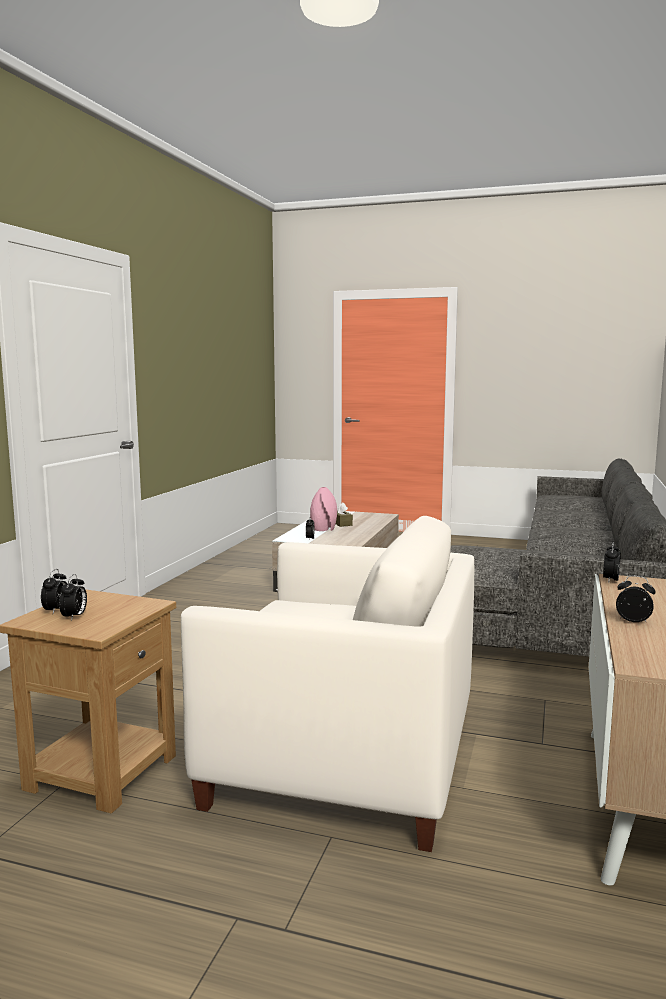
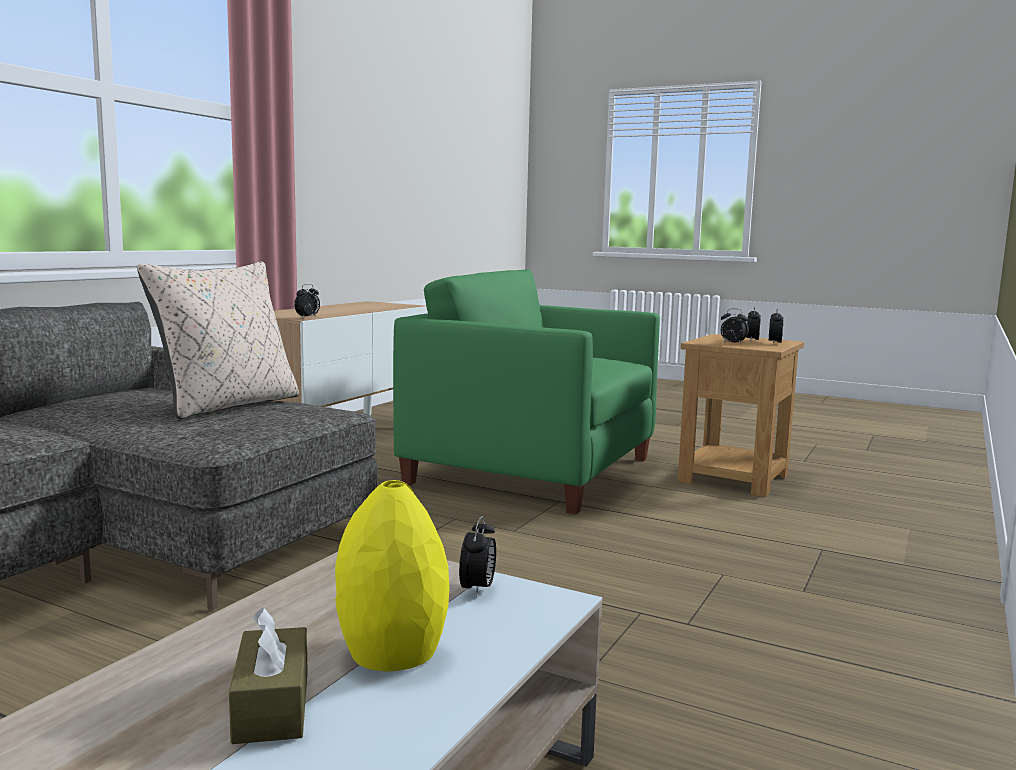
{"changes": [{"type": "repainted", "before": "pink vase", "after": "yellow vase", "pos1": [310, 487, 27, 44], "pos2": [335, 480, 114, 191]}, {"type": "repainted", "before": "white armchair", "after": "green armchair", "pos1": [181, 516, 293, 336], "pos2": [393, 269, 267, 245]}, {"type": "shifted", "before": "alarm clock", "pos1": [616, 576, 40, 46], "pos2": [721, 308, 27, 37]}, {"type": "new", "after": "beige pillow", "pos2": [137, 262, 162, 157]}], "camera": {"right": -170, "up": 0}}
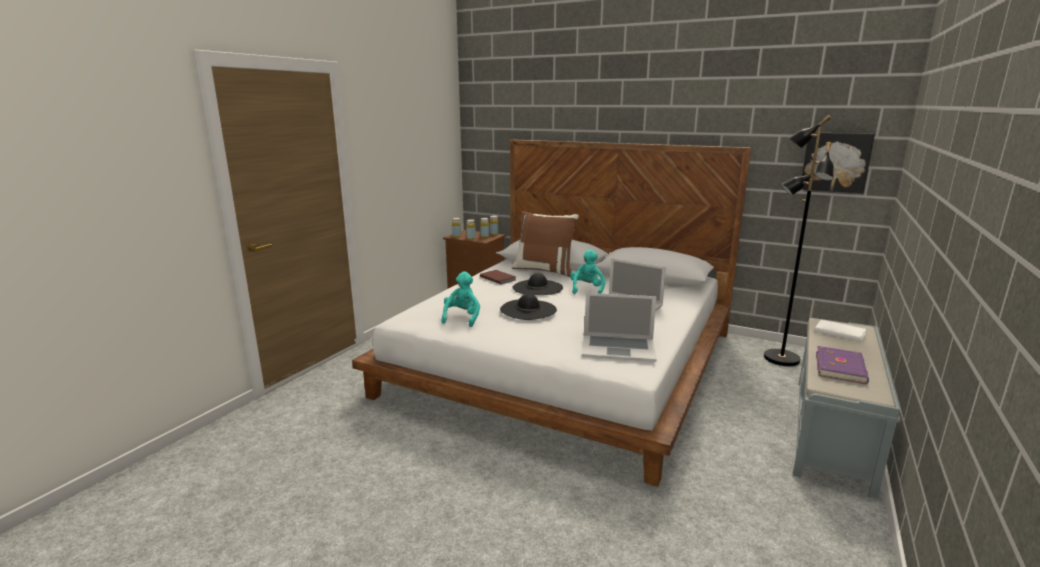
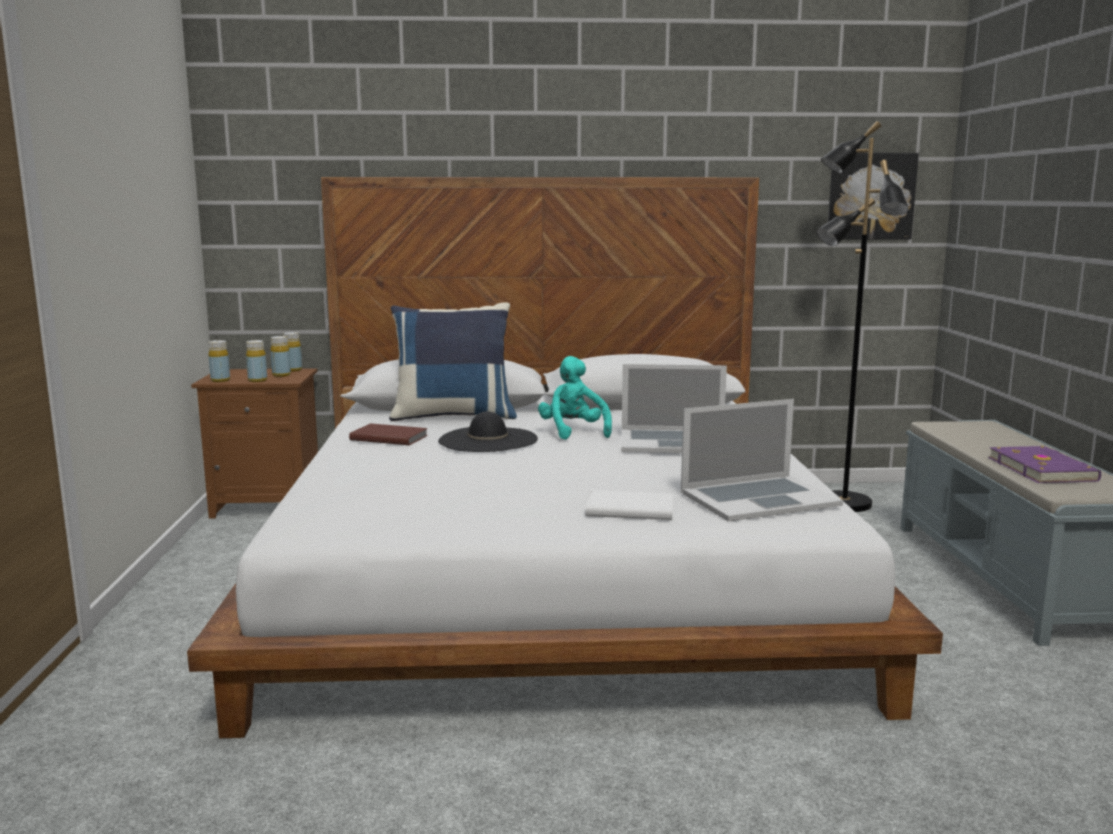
{"changes": [{"type": "repainted", "before": "brown pillow", "after": "blue pillow", "pos1": [512, 211, 67, 66], "pos2": [389, 302, 128, 119]}, {"type": "gone", "before": "turquoise plush toy", "pos1": [441, 271, 39, 56]}, {"type": "gone", "before": "black hat", "pos1": [500, 294, 57, 26]}, {"type": "shifted", "before": "white book", "pos1": [815, 320, 51, 22], "pos2": [586, 490, 88, 30]}], "camera": {"right": -30, "up": -5}}
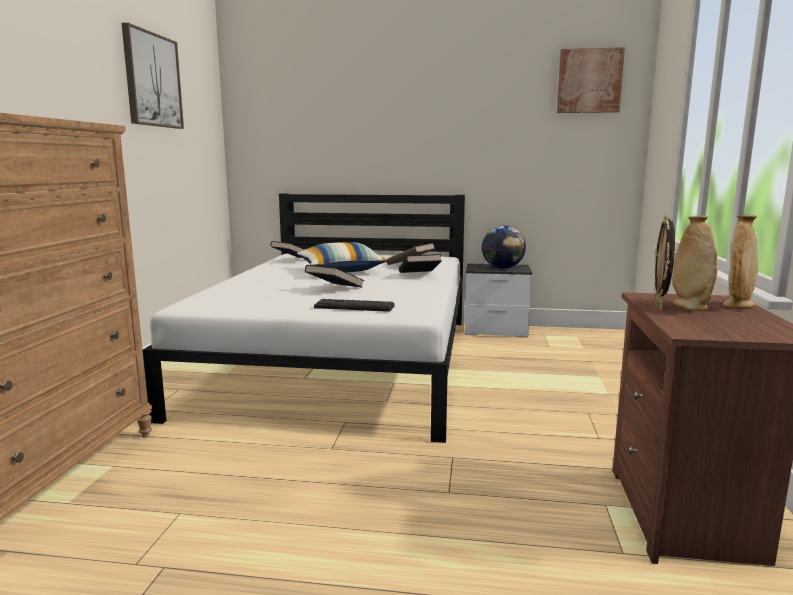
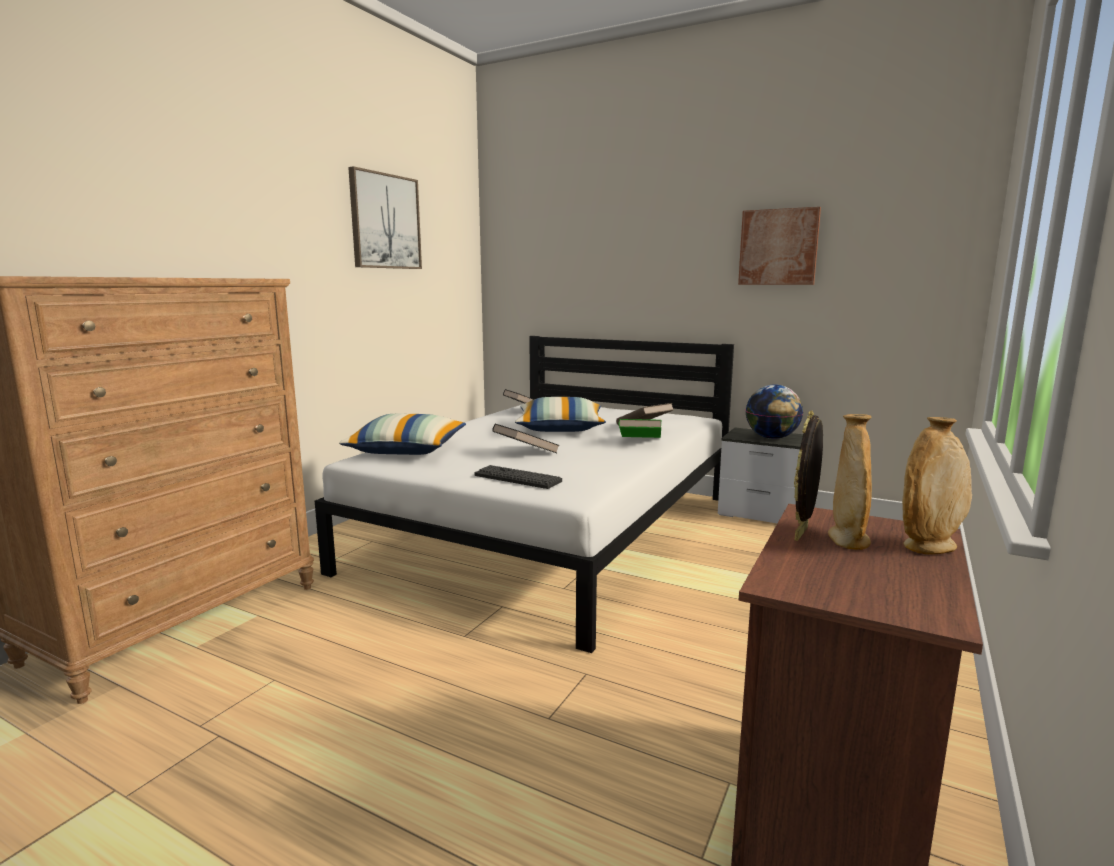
{"changes": [{"type": "shifted", "before": "picture", "pos1": [557, 47, 68, 66], "pos2": [738, 207, 83, 78]}, {"type": "repainted", "before": "black book", "after": "green book", "pos1": [399, 254, 43, 19], "pos2": [619, 419, 42, 19]}, {"type": "new", "after": "pillow", "pos2": [339, 414, 127, 41]}], "camera": {"right": 20, "up": 0}}
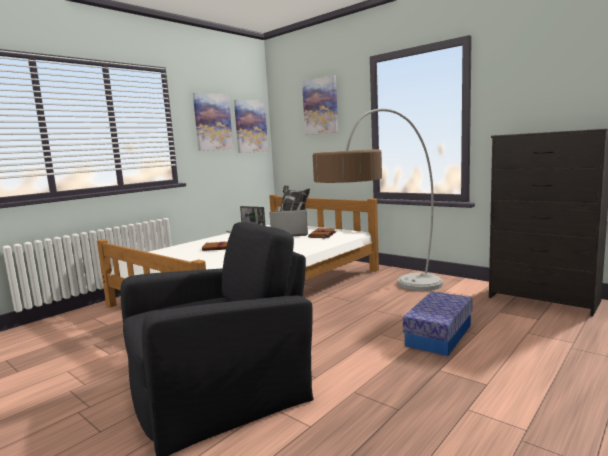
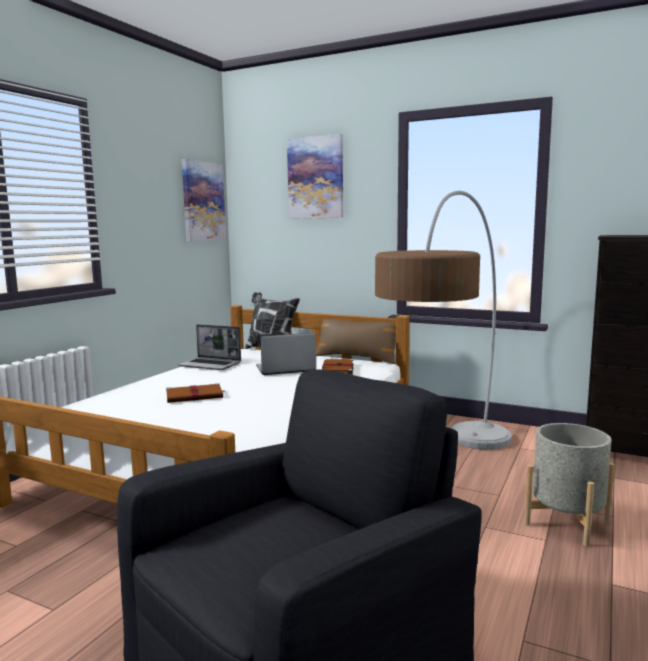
{"changes": [{"type": "gone", "before": "picture", "pos1": [193, 93, 40, 58]}, {"type": "swapped", "before": "storage box", "after": "grey planter", "pos1": [403, 291, 70, 65], "pos2": [524, 423, 90, 123]}, {"type": "new", "after": "brown pillow", "pos2": [316, 319, 80, 45]}], "camera": {"right": -15, "up": 0}}
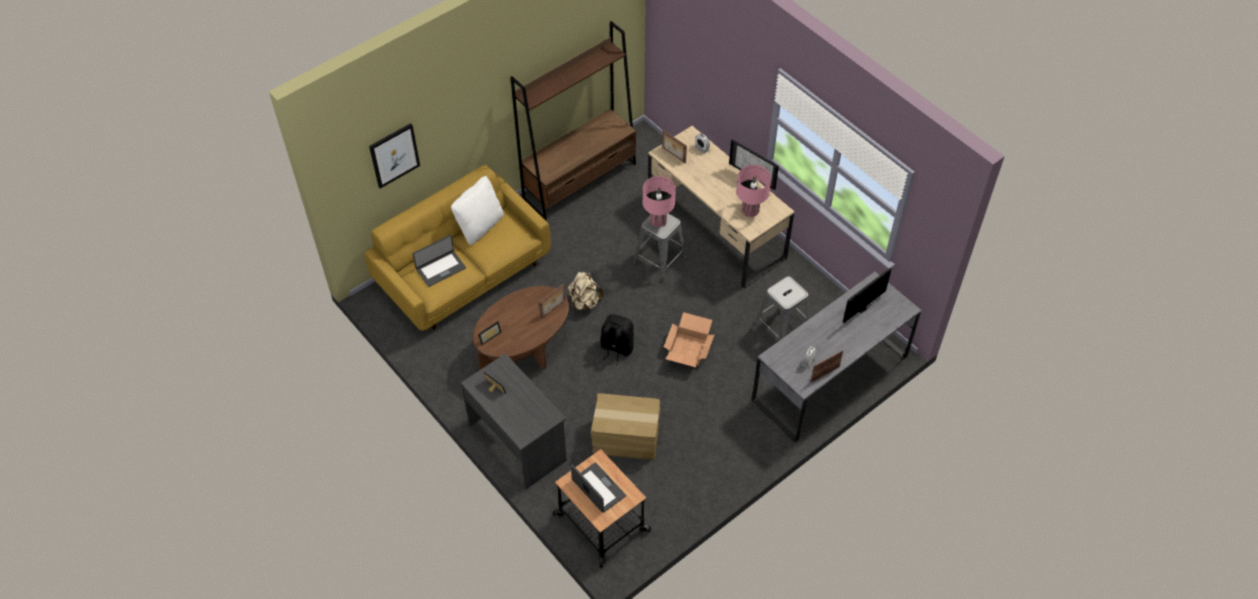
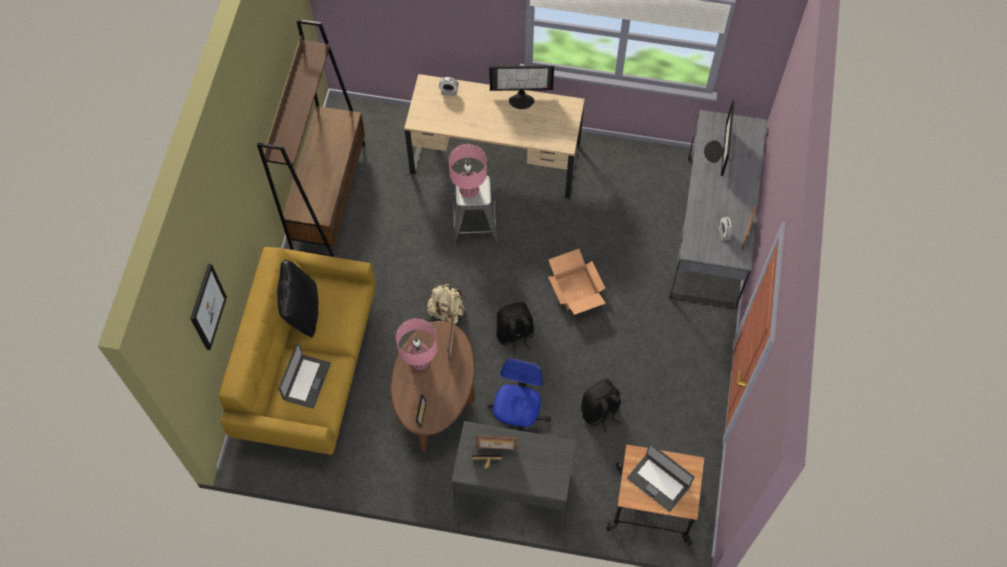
{"changes": [{"type": "shifted", "before": "picture frame", "pos1": [662, 130, 25, 34], "pos2": [475, 435, 43, 15]}, {"type": "shifted", "before": "pink table lamp", "pos1": [736, 165, 35, 52], "pos2": [396, 318, 41, 52]}, {"type": "repainted", "before": "white pillow", "after": "black pillow", "pos1": [451, 176, 53, 69], "pos2": [277, 260, 42, 78]}, {"type": "gone", "before": "grey stool", "pos1": [753, 276, 56, 65]}, {"type": "swapped", "before": "cardboard box", "after": "black backpack", "pos1": [591, 393, 69, 66], "pos2": [581, 379, 40, 54]}, {"type": "rotated", "before": "laptop", "pos1": [571, 462, 55, 51], "pos2": [627, 443, 67, 69], "turn": -150}, {"type": "new", "after": "office chair", "pos2": [487, 358, 64, 73]}], "camera": {"right": -40, "up": 10}}
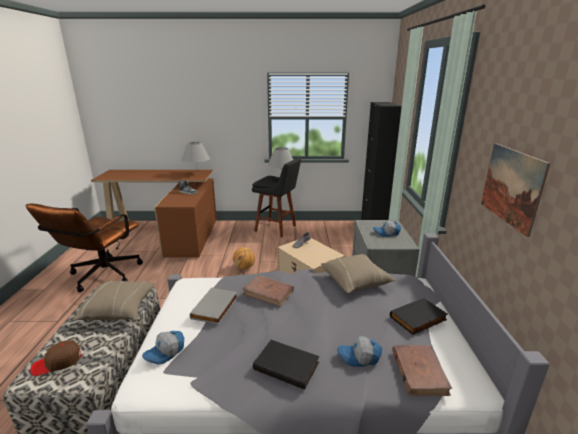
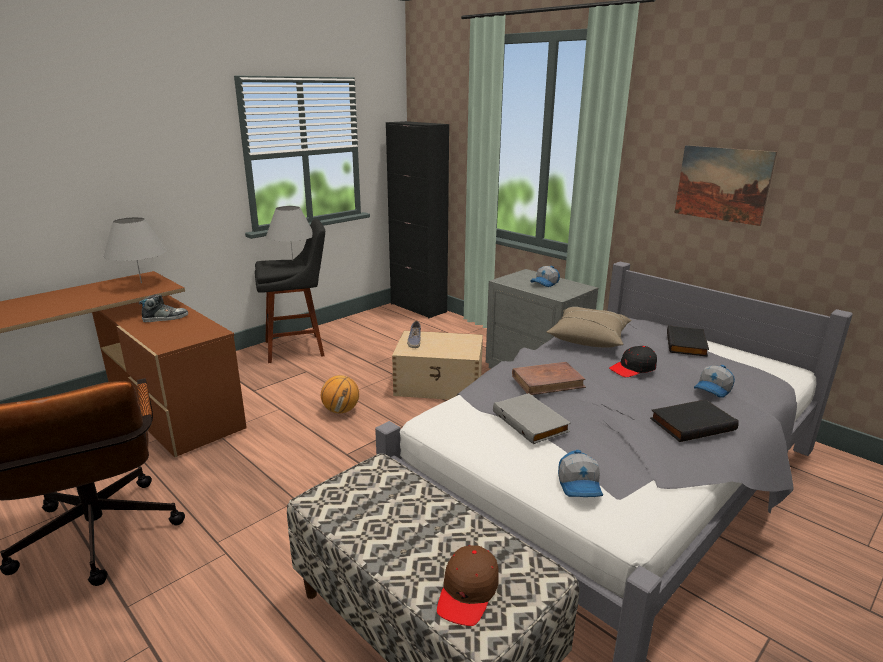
{"changes": [{"type": "gone", "before": "beige pillow", "pos1": [73, 281, 83, 39]}, {"type": "gone", "before": "brown book", "pos1": [392, 345, 60, 51]}, {"type": "new", "after": "black cap", "pos2": [609, 346, 48, 31]}], "camera": {"right": -45, "up": 0}}
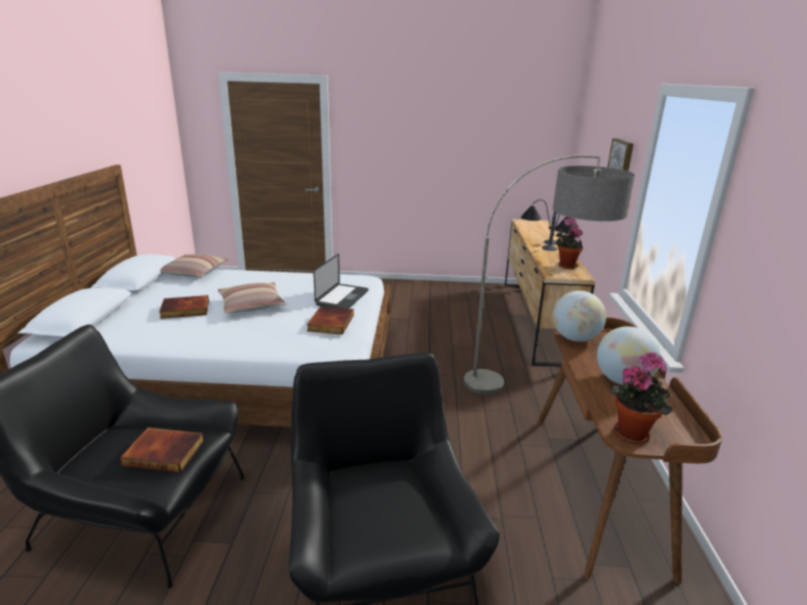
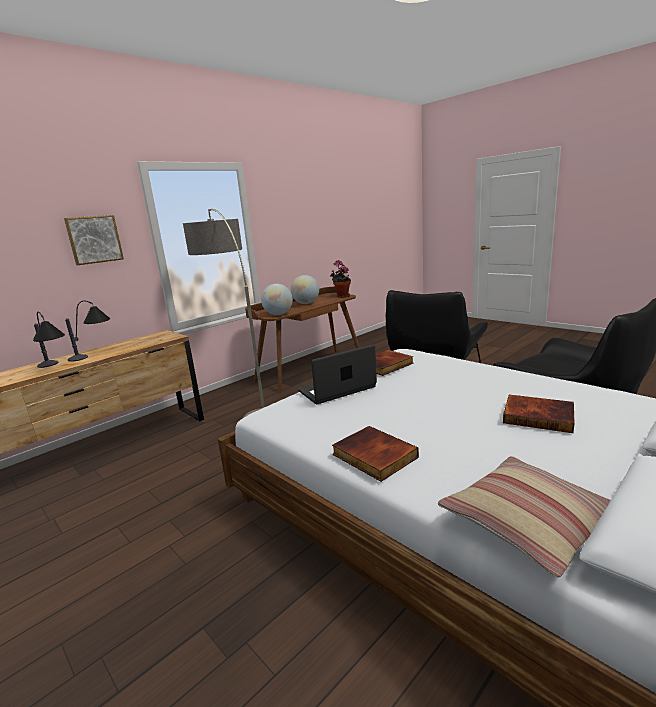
{"changes": [{"type": "gone", "before": "potted plant", "pos1": [555, 218, 28, 51]}, {"type": "gone", "before": "pillow", "pos1": [218, 282, 68, 31]}, {"type": "shifted", "before": "book", "pos1": [120, 427, 84, 45], "pos2": [332, 426, 87, 56]}], "camera": {"right": -135, "up": -5}}
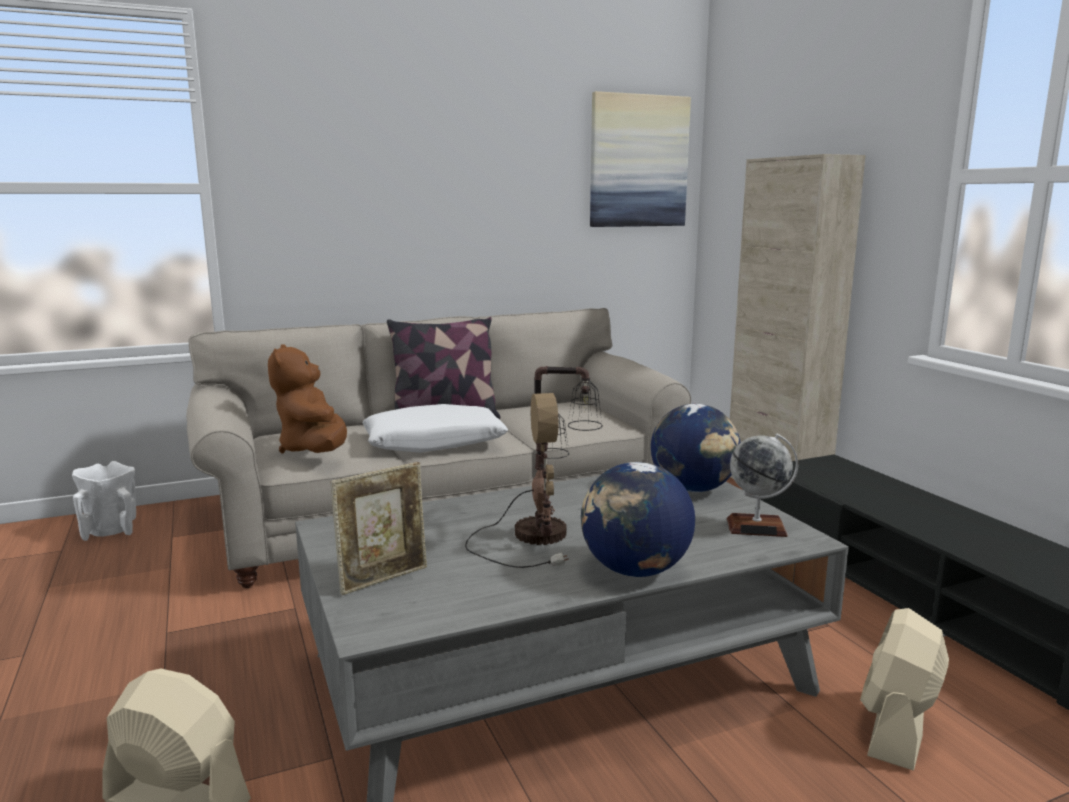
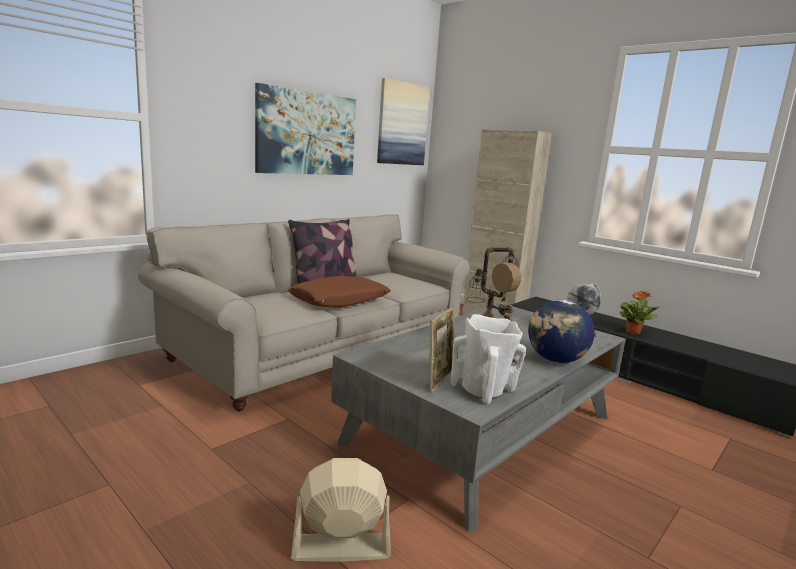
{"changes": [{"type": "gone", "before": "brown plush toy", "pos1": [268, 344, 79, 110]}, {"type": "repainted", "before": "white pillow", "after": "brown pillow", "pos1": [363, 404, 145, 49], "pos2": [288, 276, 103, 32]}, {"type": "gone", "before": "globe", "pos1": [651, 404, 90, 88]}, {"type": "shifted", "before": "white vase", "pos1": [72, 461, 64, 80], "pos2": [451, 314, 75, 90]}, {"type": "gone", "before": "beige fan", "pos1": [860, 608, 89, 163]}, {"type": "new", "after": "picture", "pos2": [255, 83, 101, 92]}, {"type": "new", "after": "potted plant", "pos2": [619, 291, 40, 44]}], "camera": {"right": -25, "up": 0}}
